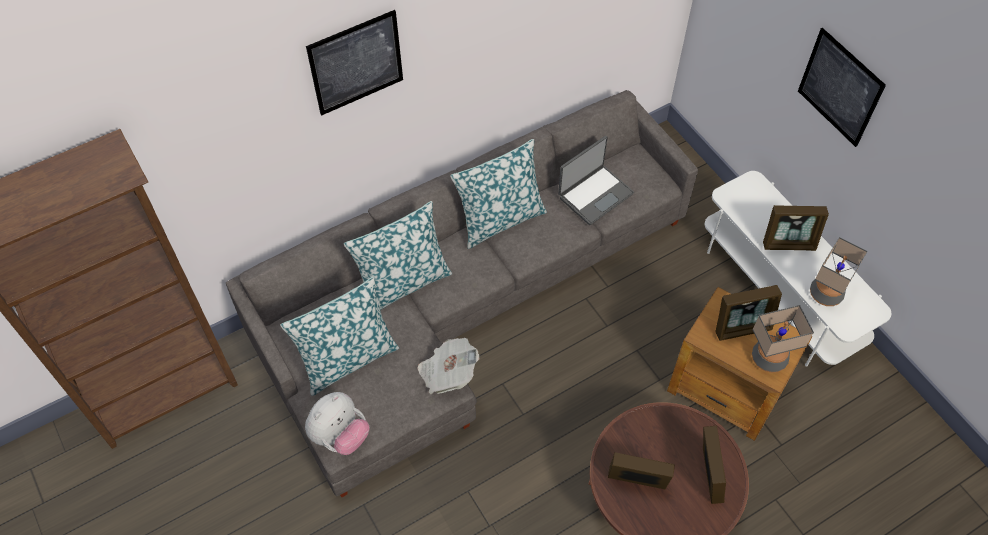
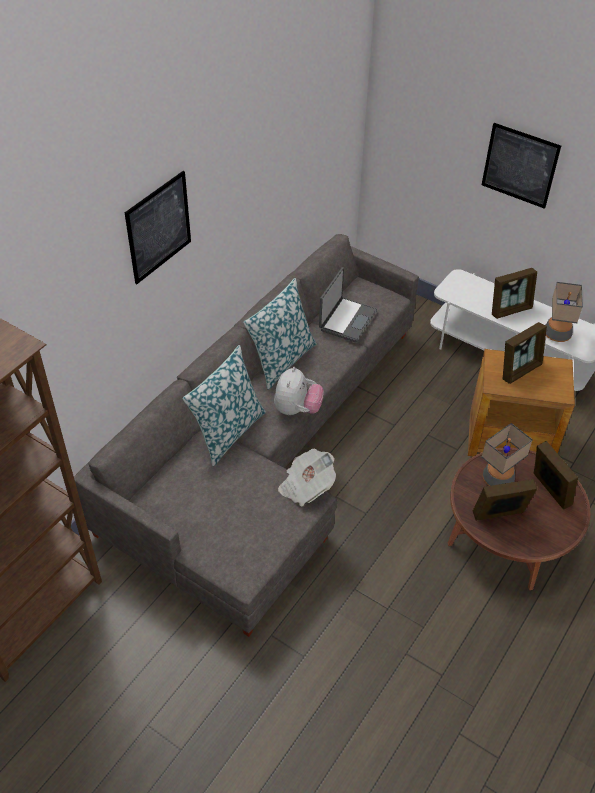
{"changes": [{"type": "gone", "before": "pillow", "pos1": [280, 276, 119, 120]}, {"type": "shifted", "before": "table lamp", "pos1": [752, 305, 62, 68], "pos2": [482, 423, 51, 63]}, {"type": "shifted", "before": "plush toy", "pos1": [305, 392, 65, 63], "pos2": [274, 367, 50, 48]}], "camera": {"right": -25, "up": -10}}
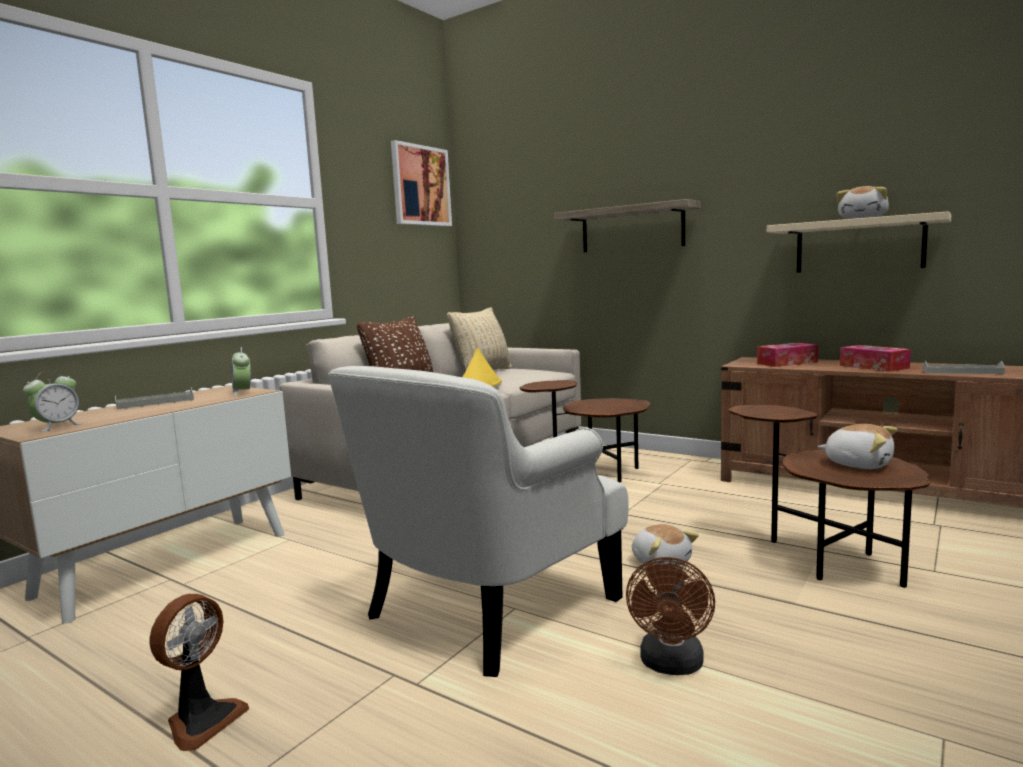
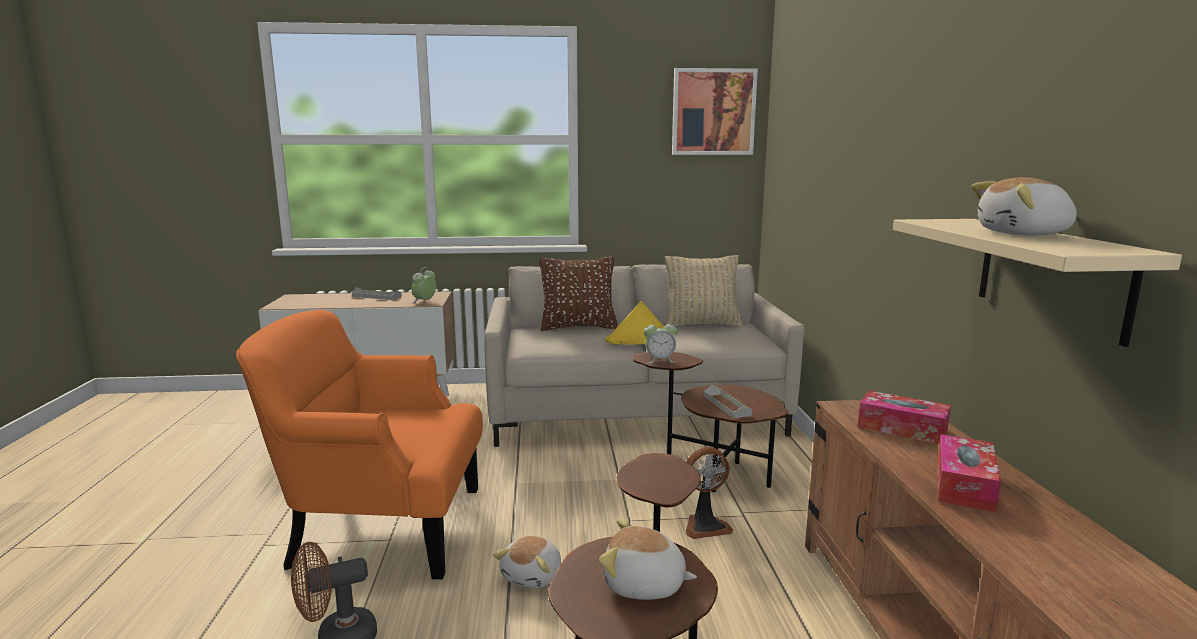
{"changes": [{"type": "gone", "before": "shelf", "pos1": [554, 199, 147, 53]}, {"type": "shifted", "before": "grey tray", "pos1": [923, 361, 82, 13], "pos2": [704, 385, 48, 33]}, {"type": "repainted", "before": "white armchair", "after": "orange armchair", "pos1": [328, 366, 301, 311], "pos2": [236, 310, 247, 269]}, {"type": "shifted", "before": "alarm clock", "pos1": [23, 371, 60, 61], "pos2": [644, 319, 34, 45]}, {"type": "rotated", "before": "plush toy", "pos1": [818, 424, 80, 45], "pos2": [599, 519, 98, 81], "turn": 105}, {"type": "shifted", "before": "fan", "pos1": [150, 594, 99, 157], "pos2": [686, 447, 47, 92]}], "camera": {"right": 50, "up": 5}}
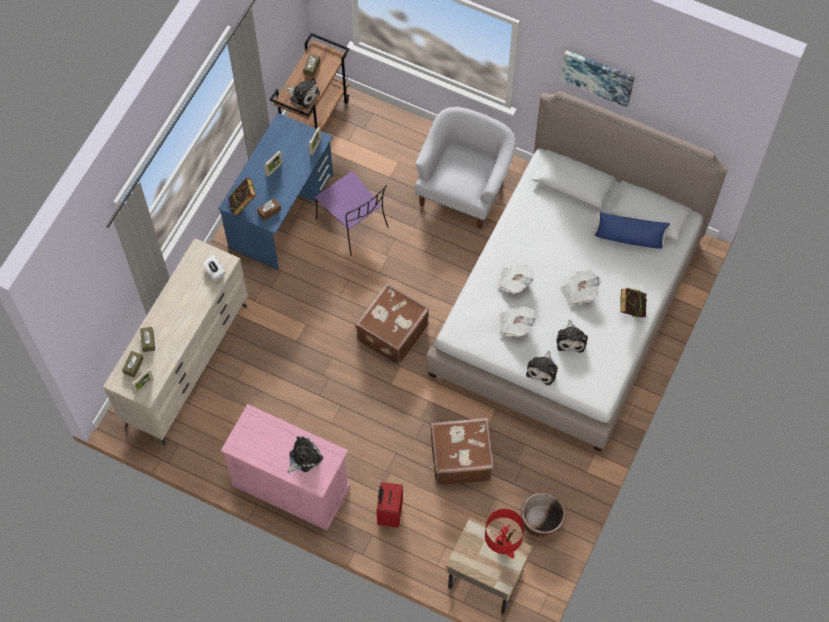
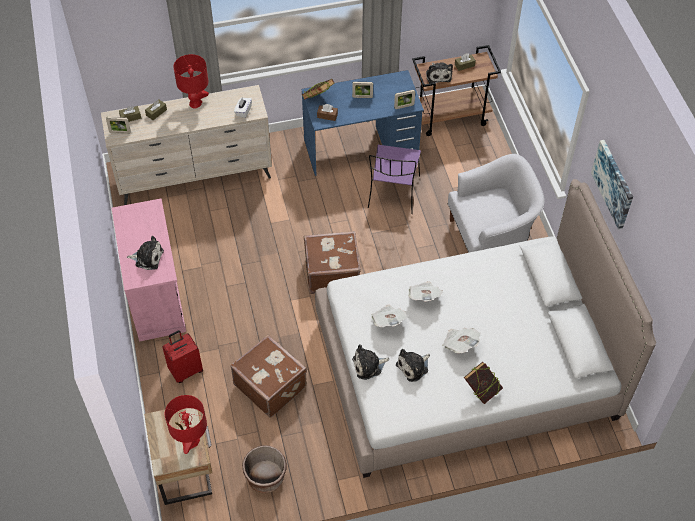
{"changes": [{"type": "gone", "before": "blue pillow", "pos1": [592, 212, 79, 37]}, {"type": "new", "after": "red table lamp", "pos2": [173, 54, 36, 55]}], "camera": {"right": 50, "up": -10}}
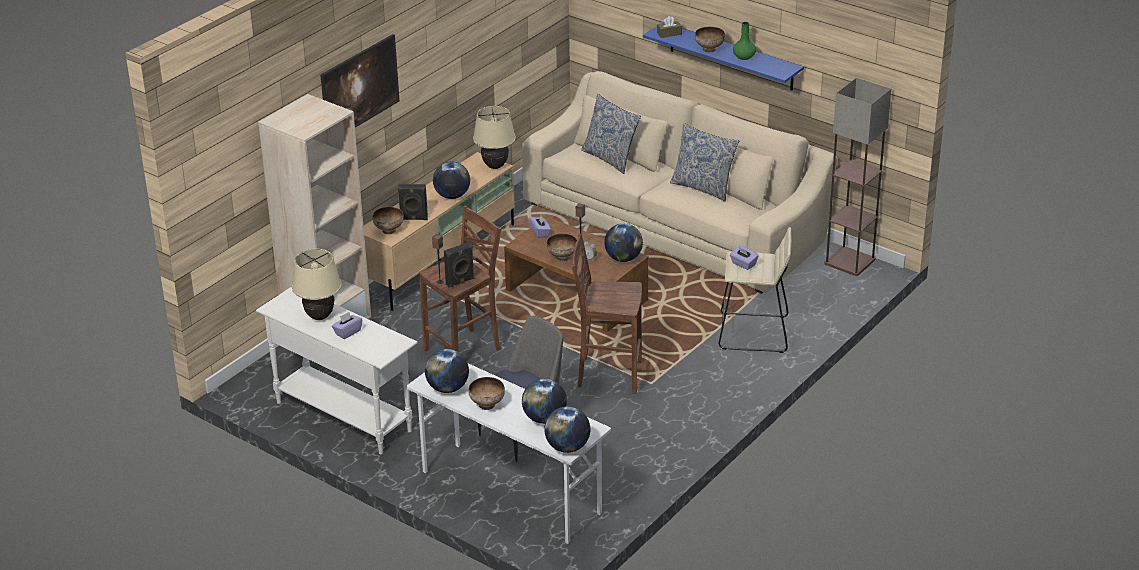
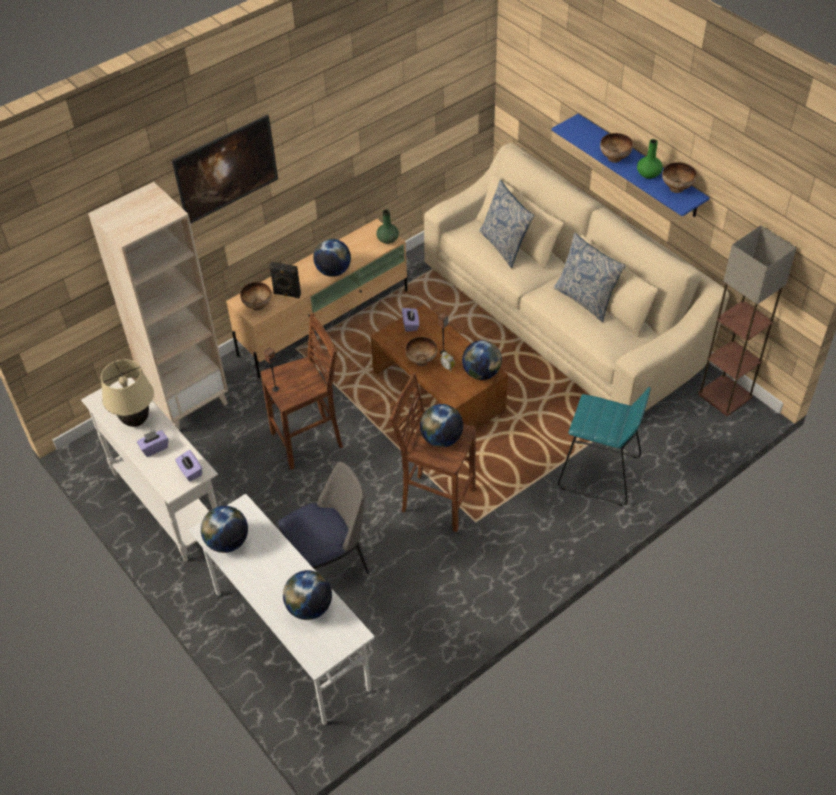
{"changes": [{"type": "gone", "before": "brown tissue box", "pos1": [657, 16, 25, 22]}, {"type": "swapped", "before": "beige table lamp", "after": "green vase", "pos1": [473, 106, 43, 63], "pos2": [376, 210, 23, 34]}, {"type": "repainted", "before": "beige stool", "after": "turquoise stool", "pos1": [719, 227, 73, 126], "pos2": [558, 387, 93, 119]}, {"type": "gone", "before": "black speaker", "pos1": [444, 242, 30, 46]}, {"type": "shifted", "before": "purple tissue box", "pos1": [730, 246, 29, 24], "pos2": [175, 450, 27, 31]}, {"type": "shifted", "before": "bowl", "pos1": [468, 377, 37, 33], "pos2": [662, 162, 34, 31]}, {"type": "shifted", "before": "globe", "pos1": [544, 406, 46, 47], "pos2": [420, 404, 43, 44]}], "camera": {"right": 15, "up": 15}}
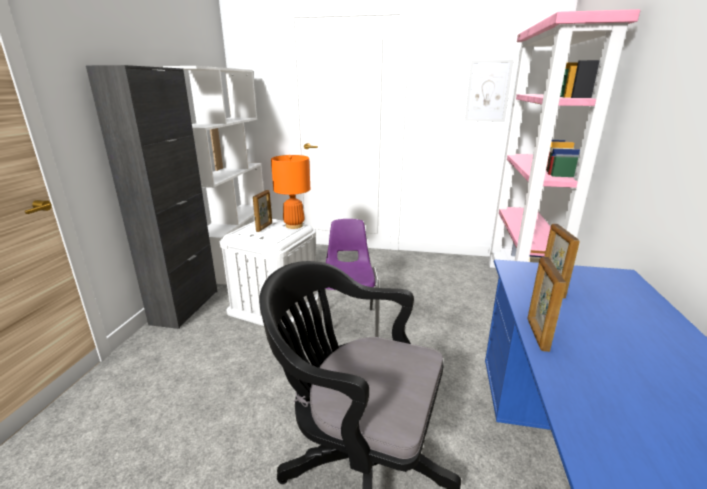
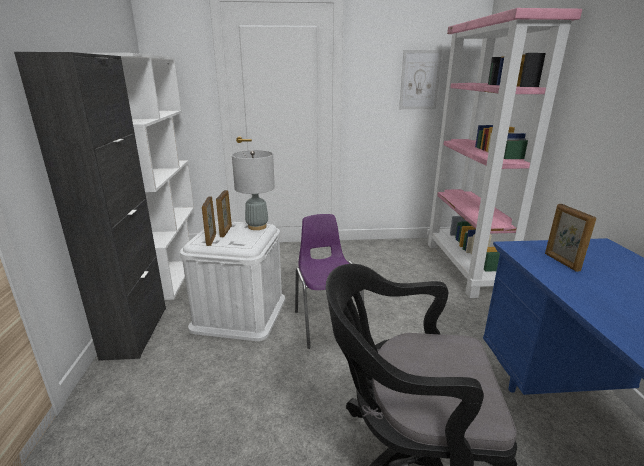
{"changes": [{"type": "repainted", "before": "orange table lamp", "after": "grey table lamp", "pos1": [271, 155, 39, 74], "pos2": [232, 150, 43, 80]}, {"type": "shifted", "before": "picture frame", "pos1": [527, 257, 39, 95], "pos2": [202, 196, 14, 50]}], "camera": {"right": -15, "up": 0}}
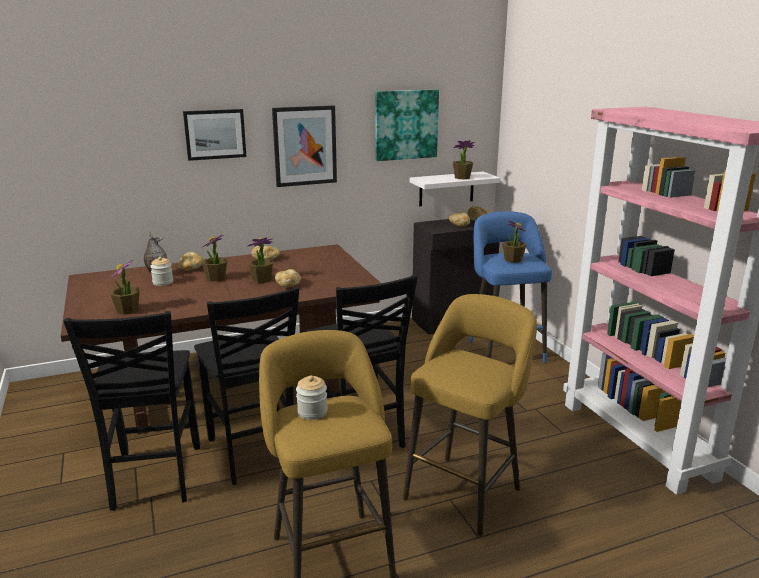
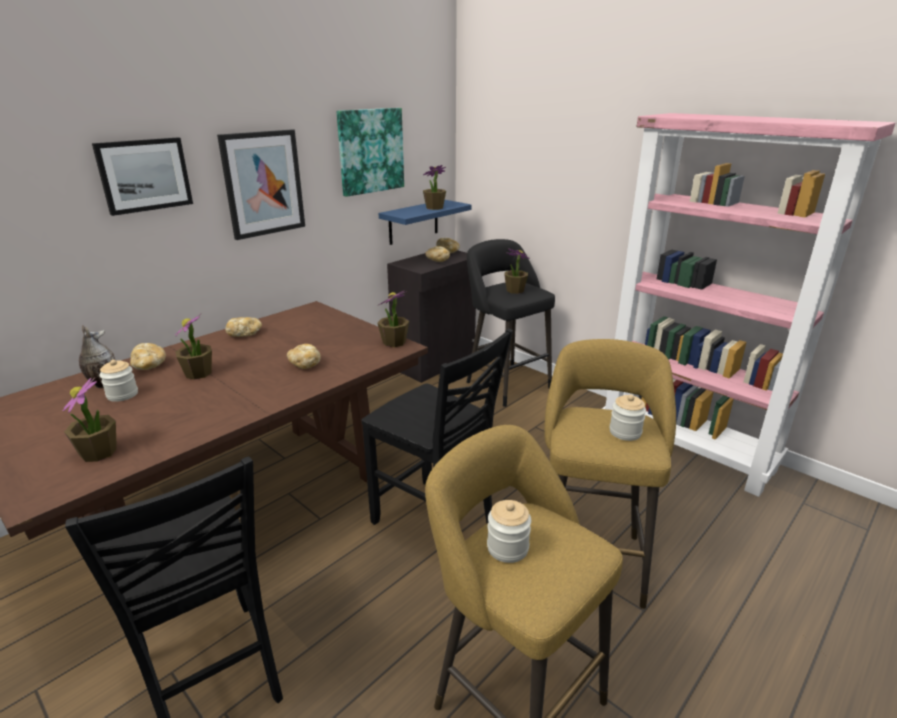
{"changes": [{"type": "repainted", "before": "white shelf", "after": "blue shelf", "pos1": [410, 172, 91, 34], "pos2": [379, 200, 93, 45]}, {"type": "repainted", "before": "blue stool", "after": "black stool", "pos1": [469, 211, 83, 152], "pos2": [467, 239, 88, 168]}, {"type": "shifted", "before": "potted plant", "pos1": [247, 237, 26, 46], "pos2": [378, 291, 31, 56]}, {"type": "gone", "before": "black chair", "pos1": [194, 287, 105, 198]}, {"type": "new", "after": "jar", "pos2": [609, 395, 37, 46]}], "camera": {"right": -25, "up": 5}}
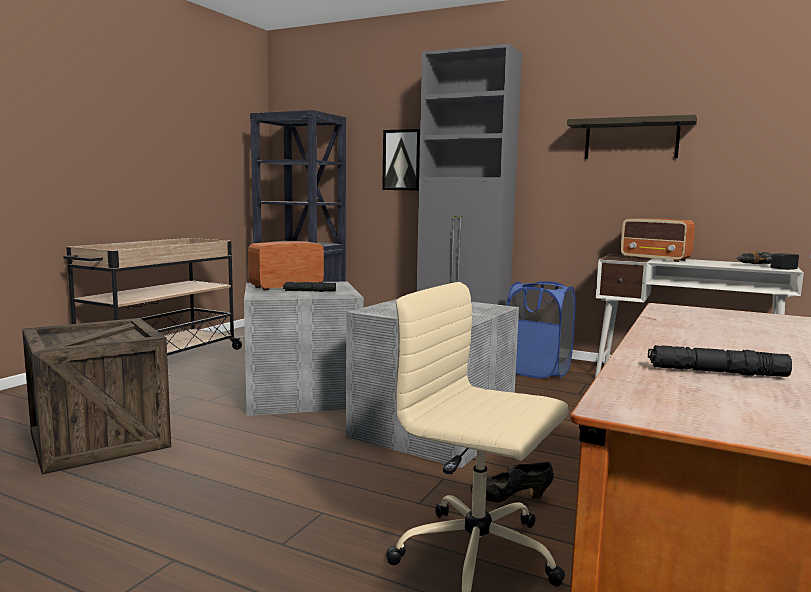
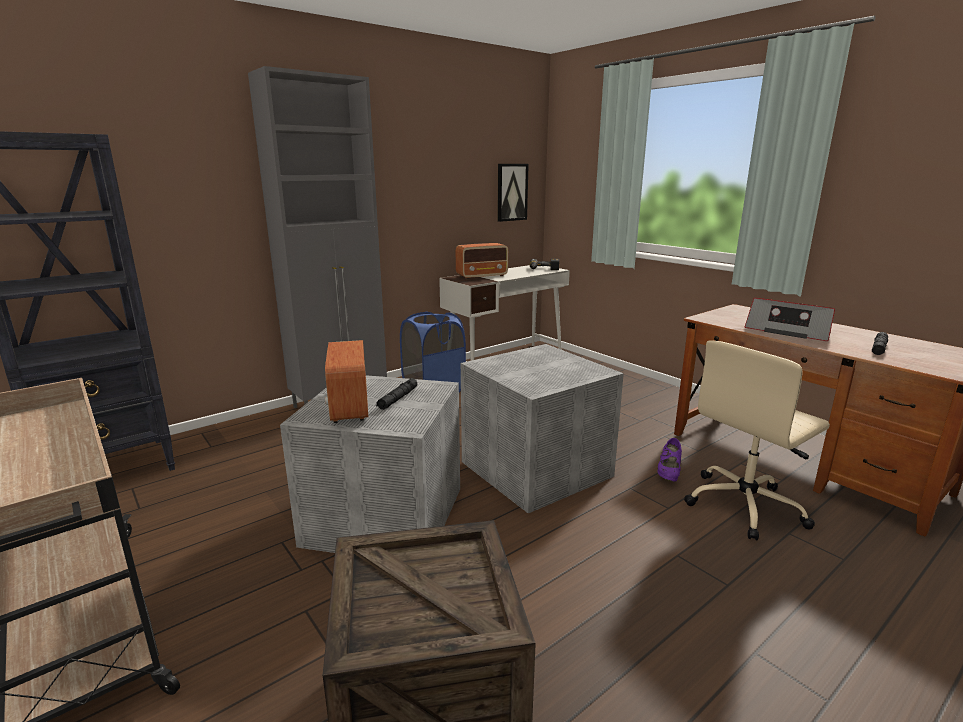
{"changes": [{"type": "gone", "before": "shelf", "pos1": [567, 114, 130, 45]}, {"type": "shifted", "before": "picture", "pos1": [382, 129, 38, 62], "pos2": [497, 164, 32, 58]}, {"type": "repainted", "before": "black shoe", "after": "purple shoe", "pos1": [470, 462, 84, 41], "pos2": [657, 438, 25, 44]}, {"type": "new", "after": "radio", "pos2": [745, 298, 90, 43]}], "camera": {"right": -65, "up": 10}}
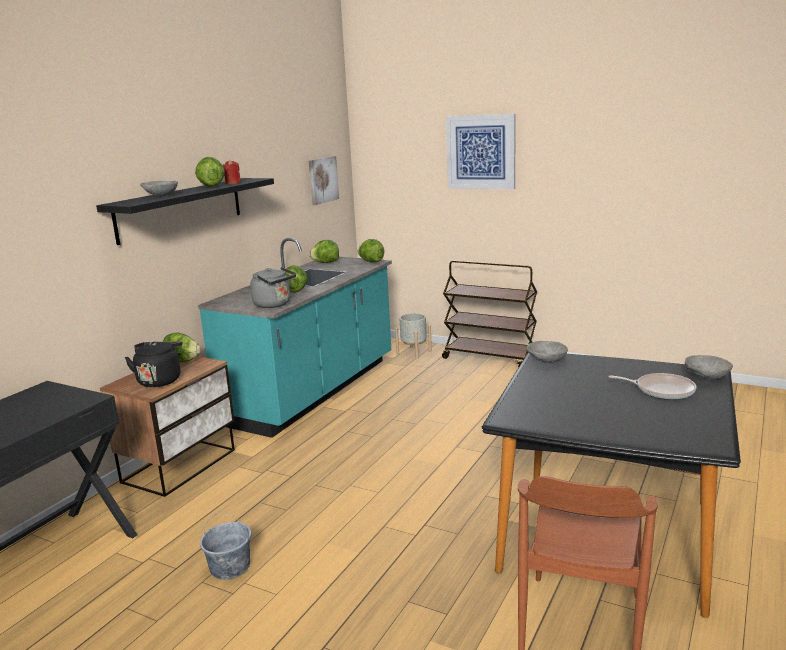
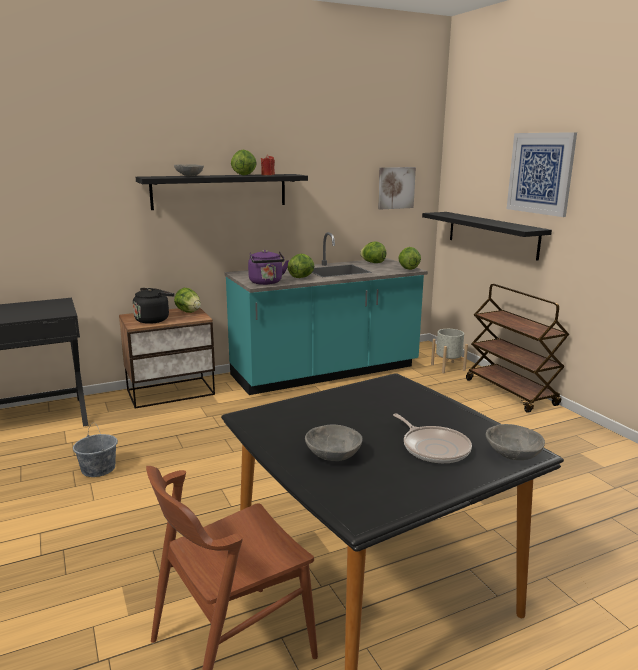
{"changes": [{"type": "repainted", "before": "grey kettle", "after": "purple kettle", "pos1": [250, 267, 46, 41], "pos2": [248, 250, 41, 35]}, {"type": "shifted", "before": "grey bowl", "pos1": [527, 341, 41, 22], "pos2": [305, 425, 58, 36]}, {"type": "new", "after": "black shelf", "pos2": [422, 212, 130, 49]}], "camera": {"right": 35, "up": 0}}
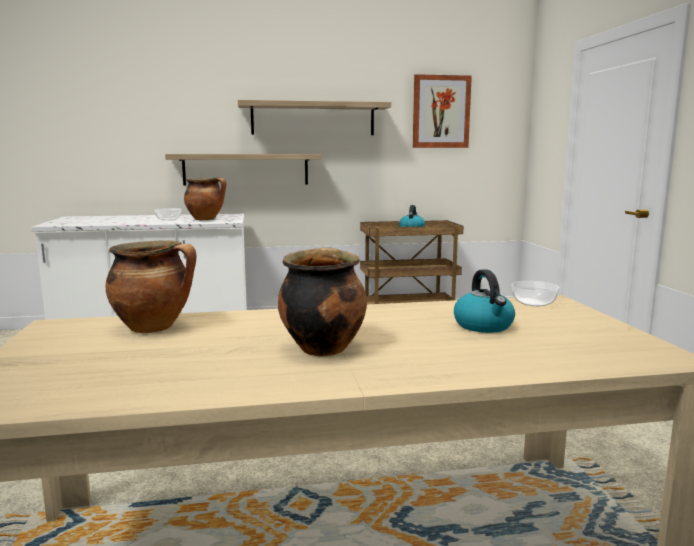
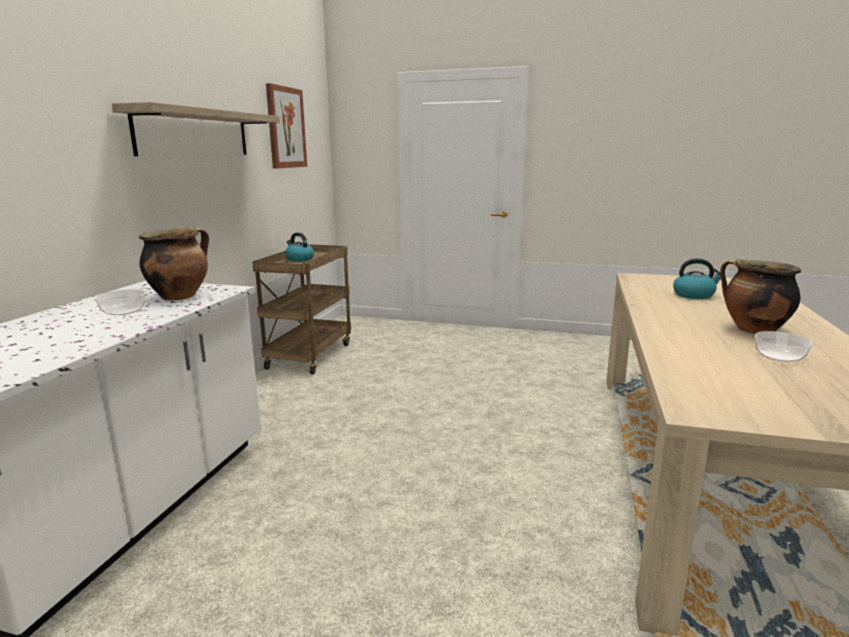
{"changes": [{"type": "gone", "before": "shelf", "pos1": [165, 154, 157, 32]}, {"type": "gone", "before": "cooking pot", "pos1": [105, 240, 92, 93]}, {"type": "shifted", "before": "bowl", "pos1": [512, 281, 47, 25], "pos2": [755, 331, 57, 31]}], "camera": {"right": -65, "up": 5}}
